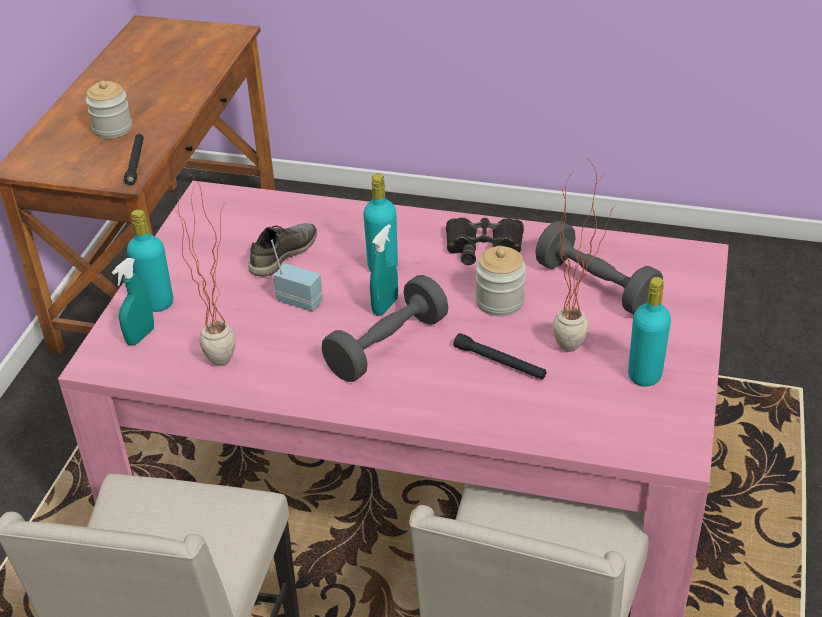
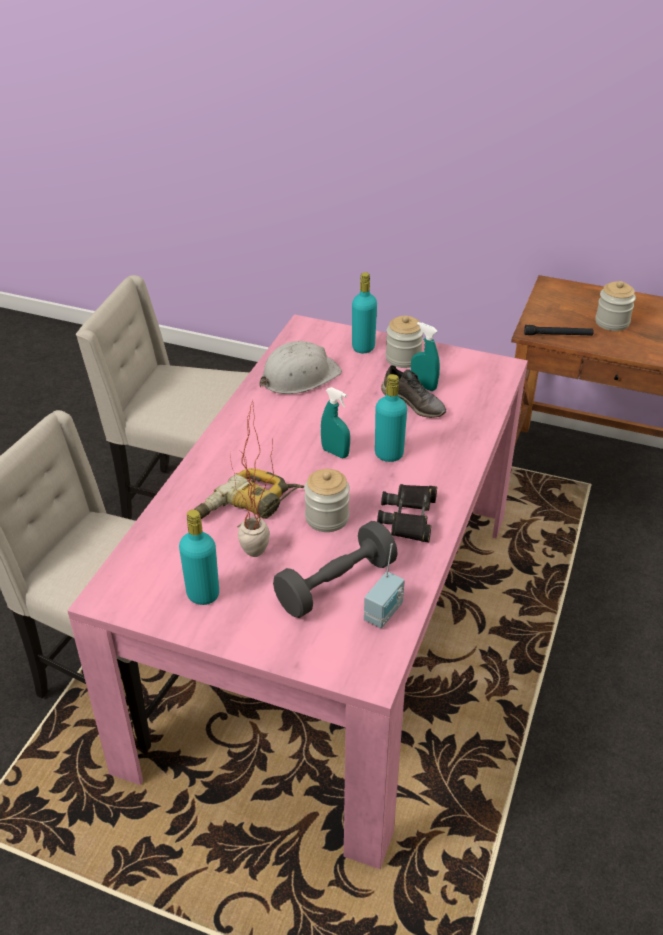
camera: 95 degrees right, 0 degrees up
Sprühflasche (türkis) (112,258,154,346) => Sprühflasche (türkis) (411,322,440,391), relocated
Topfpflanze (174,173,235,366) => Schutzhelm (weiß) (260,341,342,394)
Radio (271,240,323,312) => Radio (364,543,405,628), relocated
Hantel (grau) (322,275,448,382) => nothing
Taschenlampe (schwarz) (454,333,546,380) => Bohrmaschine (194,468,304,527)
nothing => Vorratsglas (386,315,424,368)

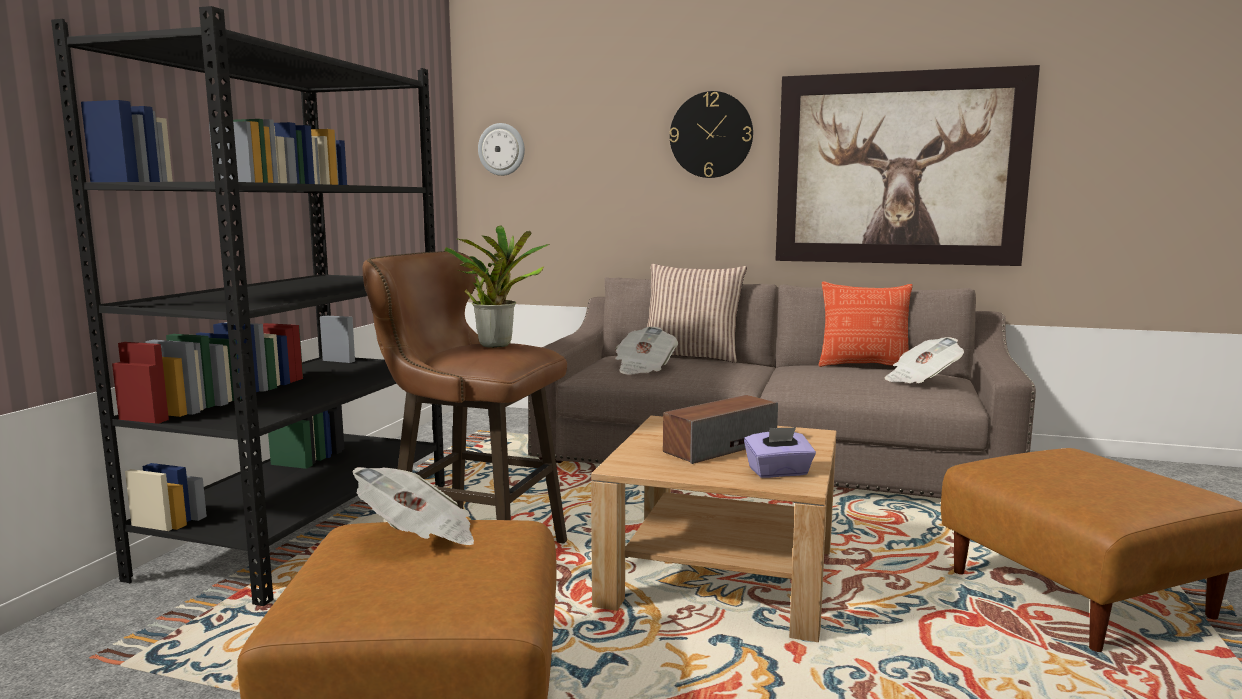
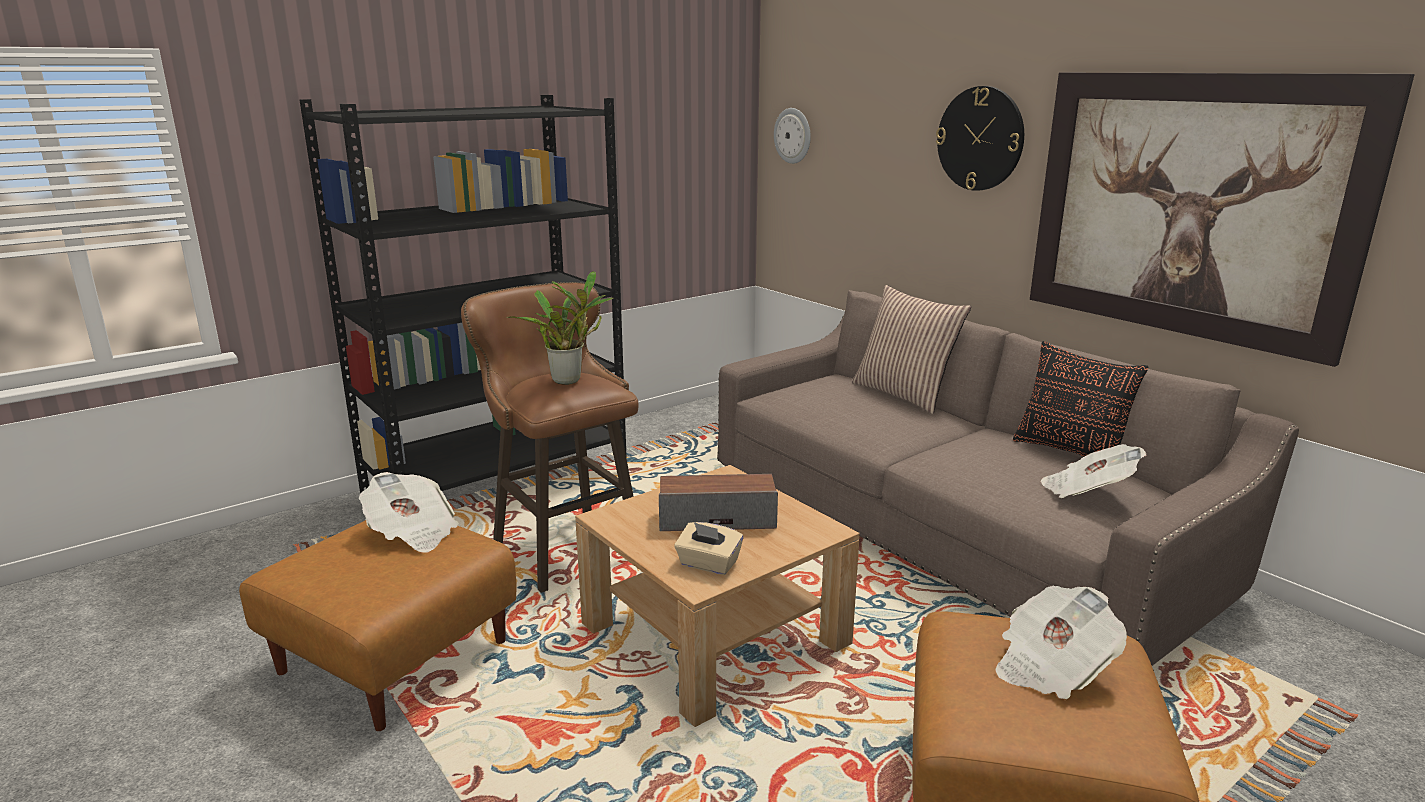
camera: 35 degrees right, 10 degrees up
Zeitung (615,326,678,375) => Zeitung (995,586,1127,699), relocated
Taschentuchbox (lila) (744,427,816,478) => Taschentuchbox (beige) (674,522,743,575)
Kissen (orange) (819,281,913,367) => Kissen (schwarz) (1013,341,1148,457)

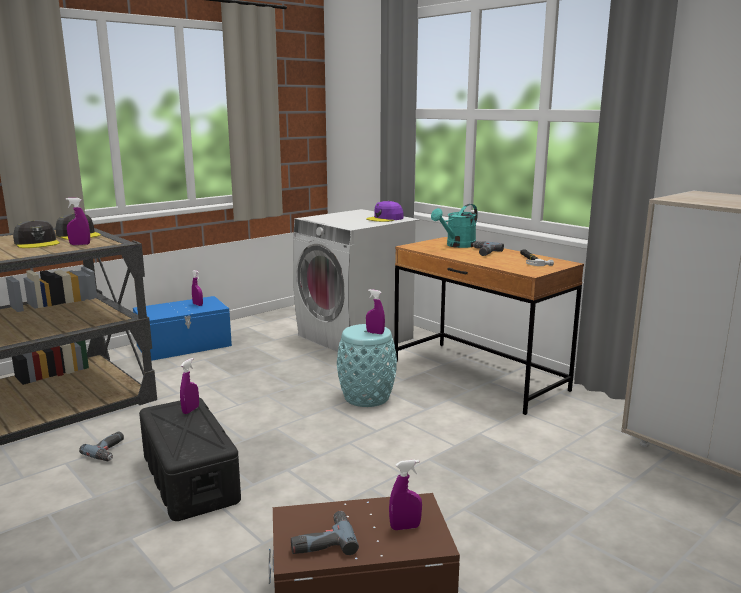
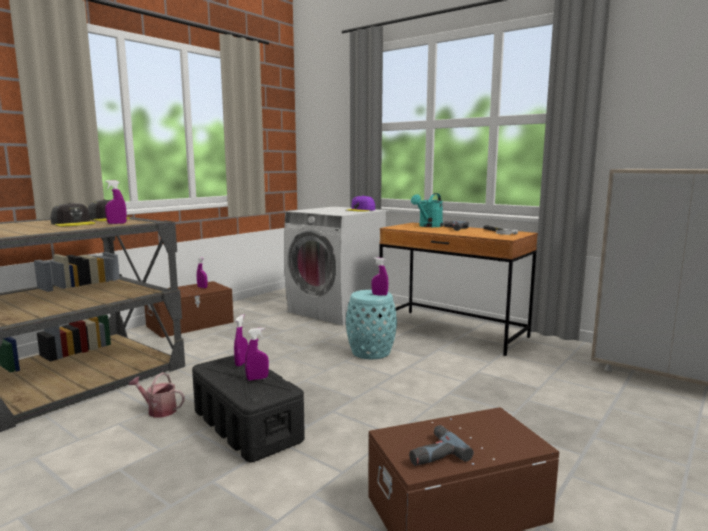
camera: 10 degrees left, 5 degrees down
Bohrmaschine (79,431,124,461) => Gießkanne (129,372,185,417)
Aufbewahrungsbox (blau) (133,296,232,361) => Aufbewahrungsbox (braun) (145,281,234,338)
Sprühflasche (lila) (389,459,422,530) => Sprühflasche (lila) (245,328,269,381), relocated

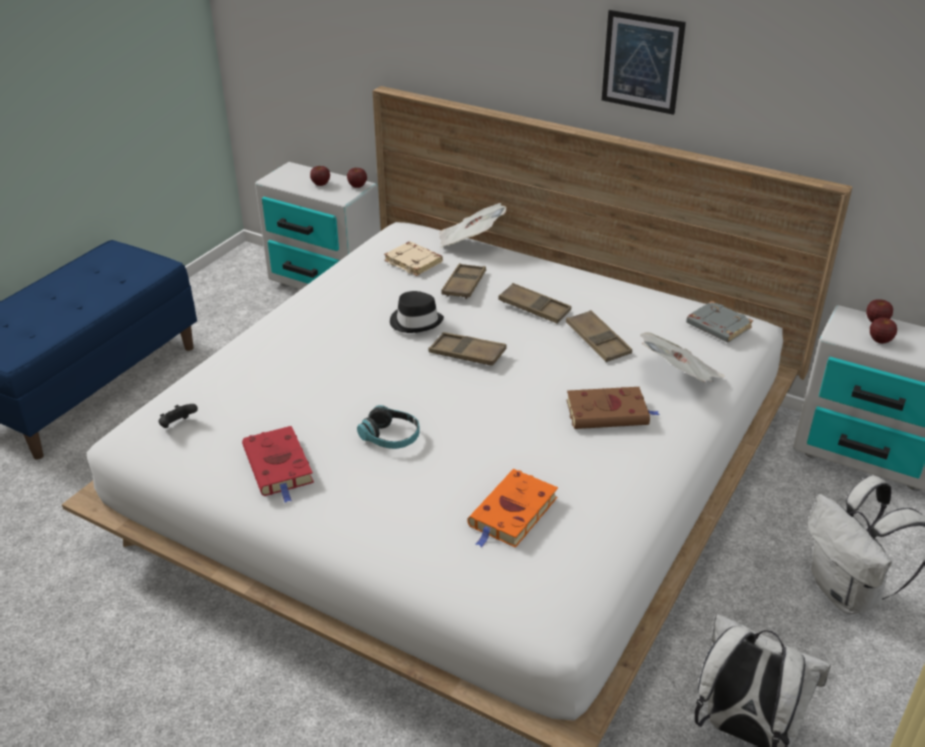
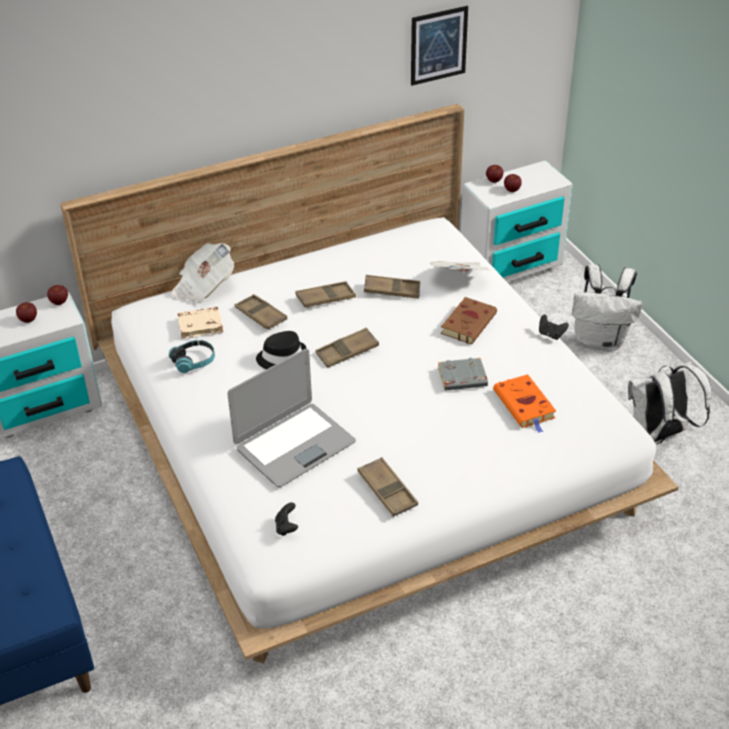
camera: 55 degrees left, 5 degrees up
Buch (rot) (242,426,314,503) => Tablett (braun) (358,457,418,517)
Kopfhörer (357,405,420,449) => Kopfhörer (169,340,215,373), relocated
Bild (602,10,686,115) => Bild (411,6,468,86), relocated
Buch (grau) (686,301,753,343) => Buch (grau) (438,358,488,391), relocated
nothing => Laptop (227,349,356,487)
nothing => Gamepad (schwarz) (539,314,569,340)

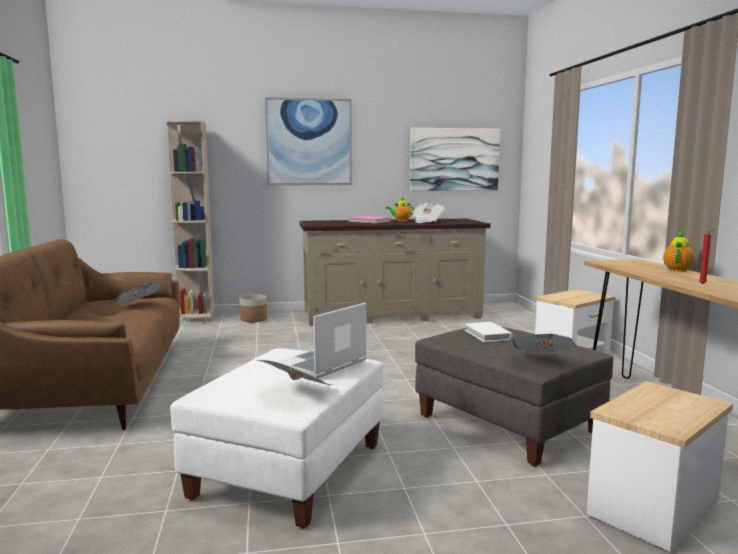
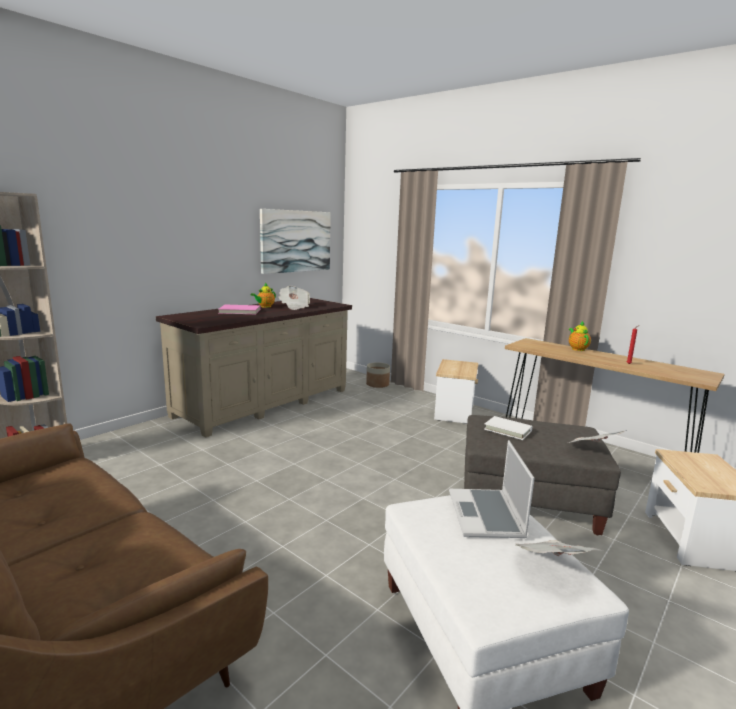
camera: 40 degrees left, 5 degrees up
Zeitung (114,282,161,304) => nothing
Pflanzkübel (239,294,267,322) => Pflanzkübel (366,362,390,388), relocated
Bild (265,97,352,185) => nothing

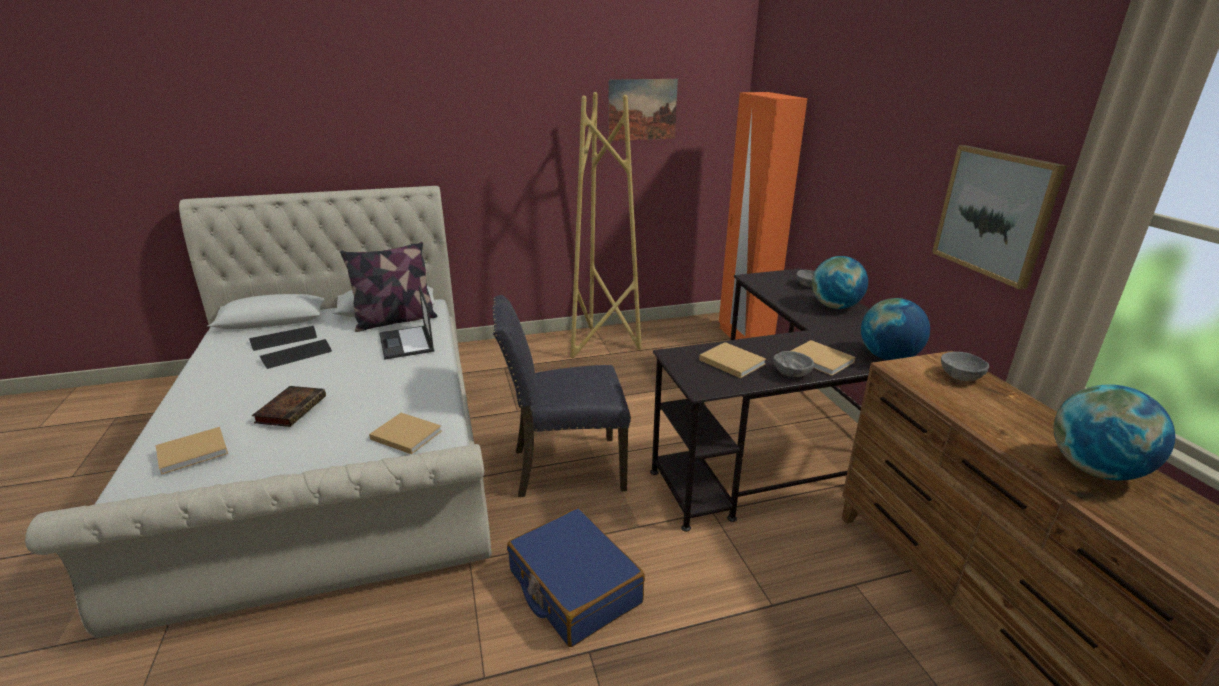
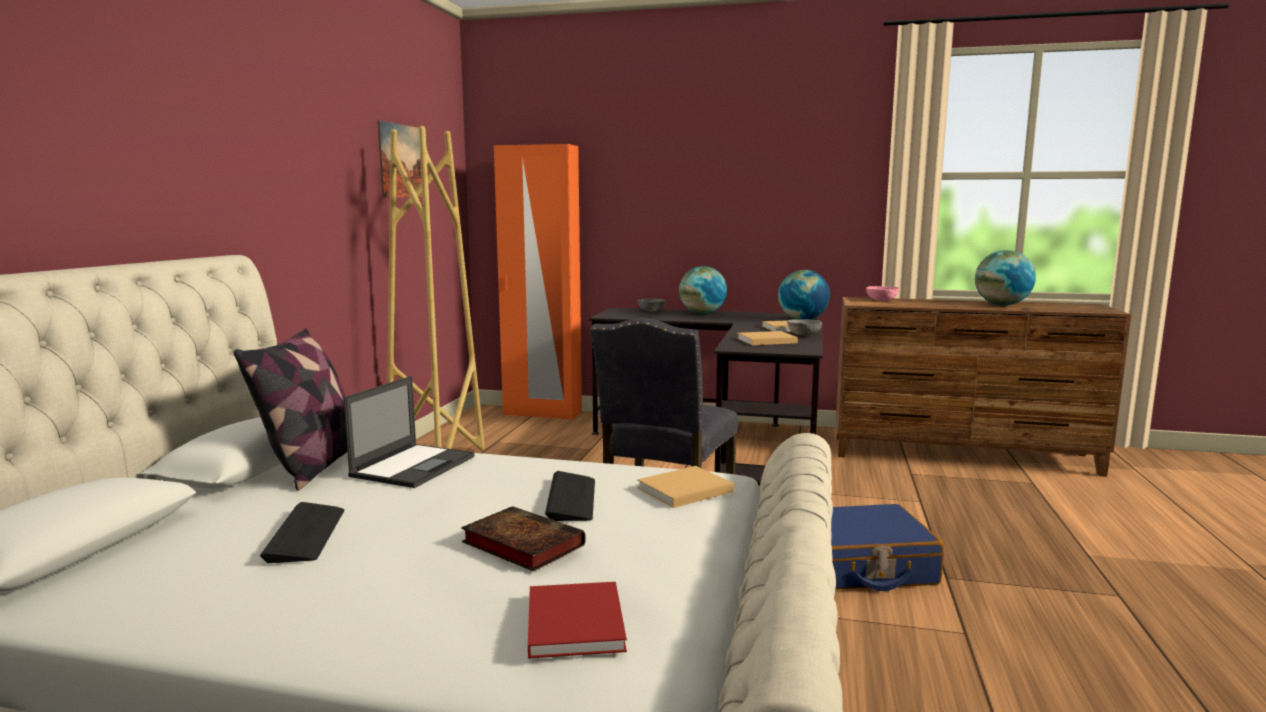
camera: 60 degrees left, 15 degrees down
Buch (beige) (156,427,228,475) => Buch (rot) (528,582,627,659)
Tastatur (249,326,317,351) => Tastatur (545,471,595,521), relocated
Laptop (379,285,434,360) => Laptop (343,376,475,488), 75 degrees counterclockwise
Bild (932,145,1067,289) => nothing
Schüssel (grau) (941,352,989,381) => Schüssel (rosa) (866,286,899,301)

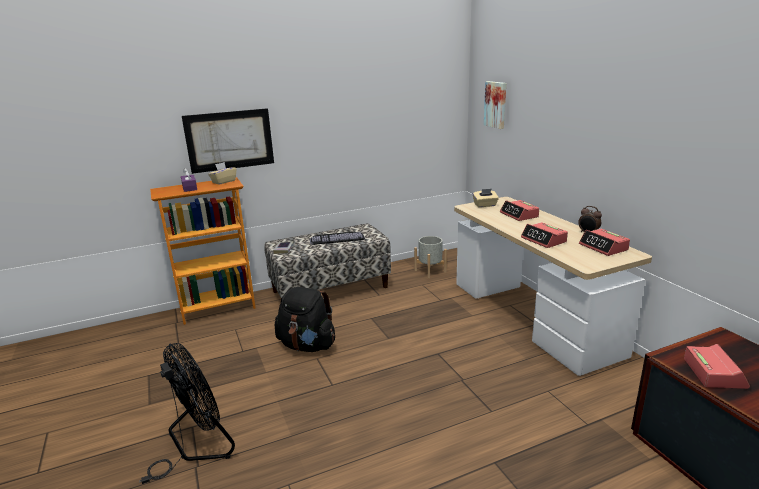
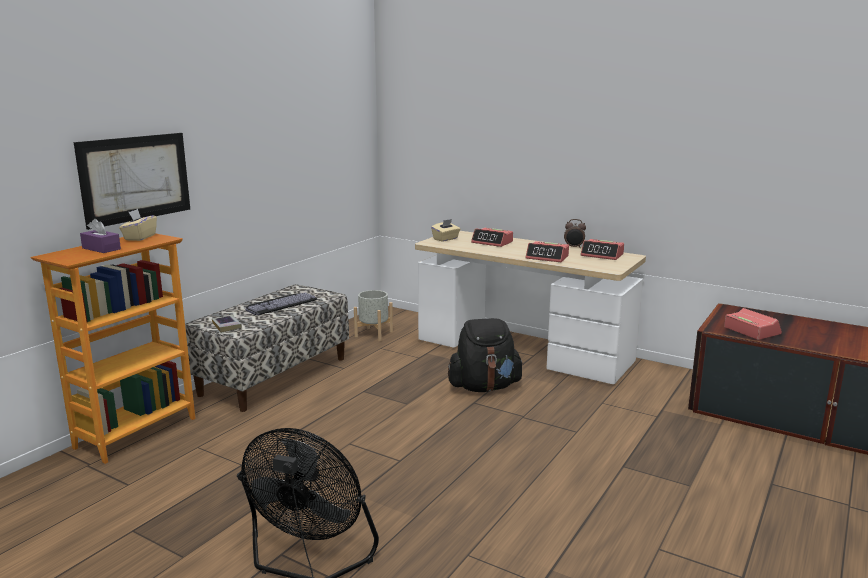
camera: 35 degrees left, 5 degrees down
Rucksack (schwarz) (274,287,335,352) => Rucksack (schwarz) (448,318,523,392), relocated
Bild (484,81,506,129) => nothing

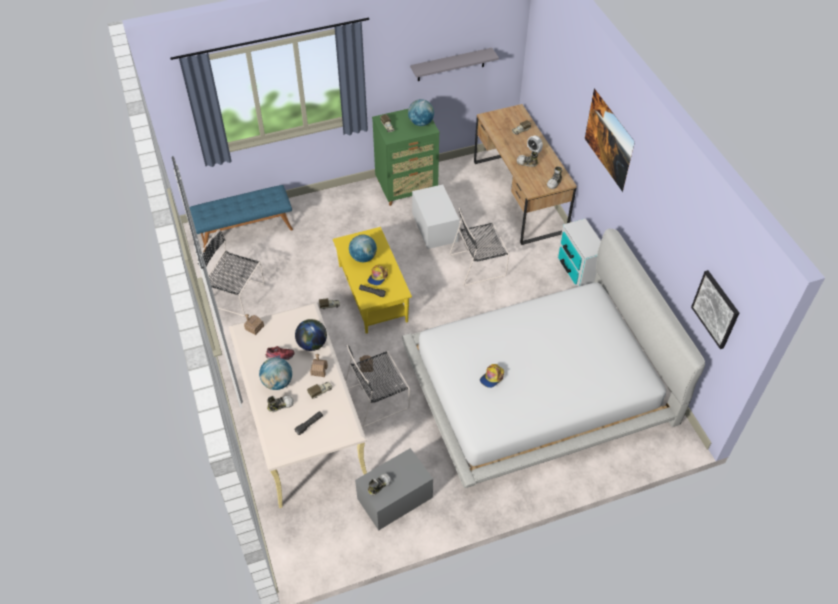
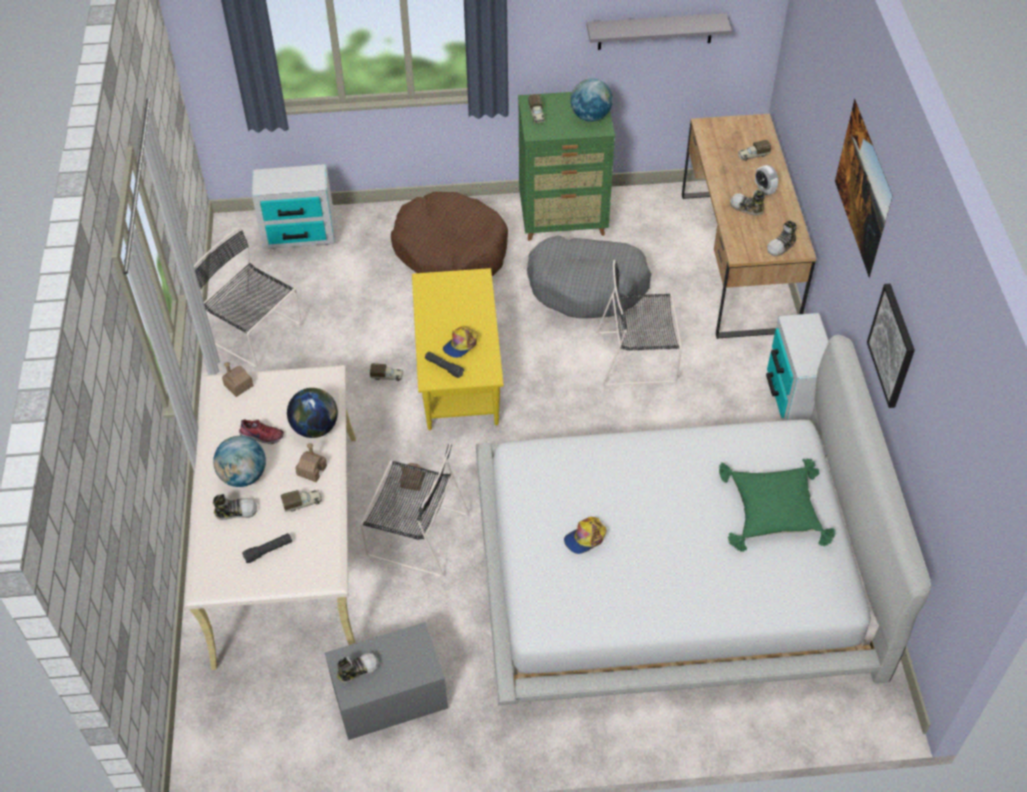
camera: 15 degrees right, 0 degrees up
Bank (blau) (190,185,293,252) => Nachttisch (weiß) (252,164,335,249)
Stuhl (schwarz) (345,345,410,427) => Stuhl (schwarz) (360,443,469,577), 150 degrees counterclockwise
Globus (349,235,377,262) => nothing
Aufbewahrungsbox (weiß) (412,184,460,249) => Hundebett (grau) (527,235,651,318)
Bild (691,270,739,349) => Bild (867,284,915,408), relocated
nothing => Hundebett (braun) (391,192,508,276)
nothing => Kissen (grün) (719,458,836,552)

